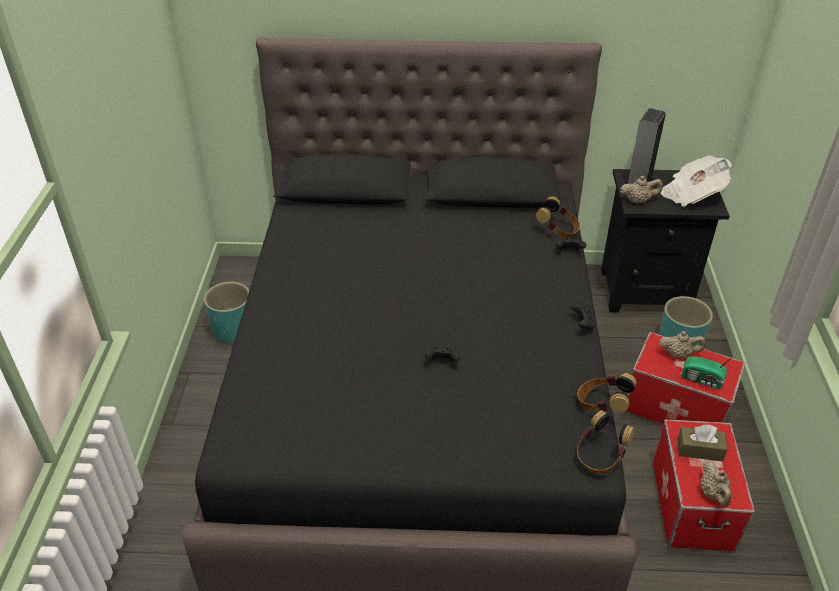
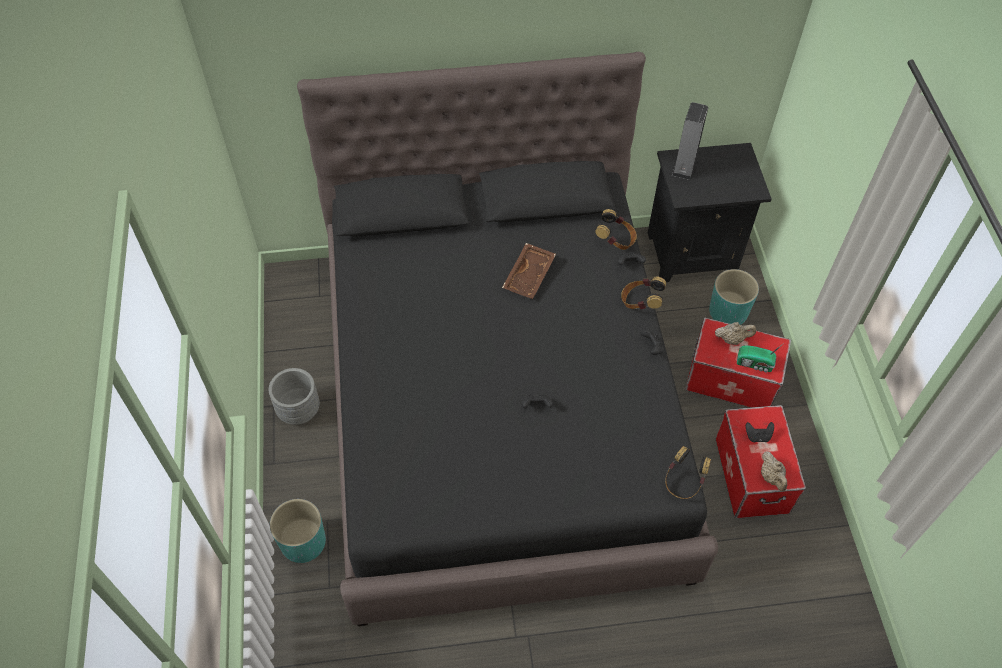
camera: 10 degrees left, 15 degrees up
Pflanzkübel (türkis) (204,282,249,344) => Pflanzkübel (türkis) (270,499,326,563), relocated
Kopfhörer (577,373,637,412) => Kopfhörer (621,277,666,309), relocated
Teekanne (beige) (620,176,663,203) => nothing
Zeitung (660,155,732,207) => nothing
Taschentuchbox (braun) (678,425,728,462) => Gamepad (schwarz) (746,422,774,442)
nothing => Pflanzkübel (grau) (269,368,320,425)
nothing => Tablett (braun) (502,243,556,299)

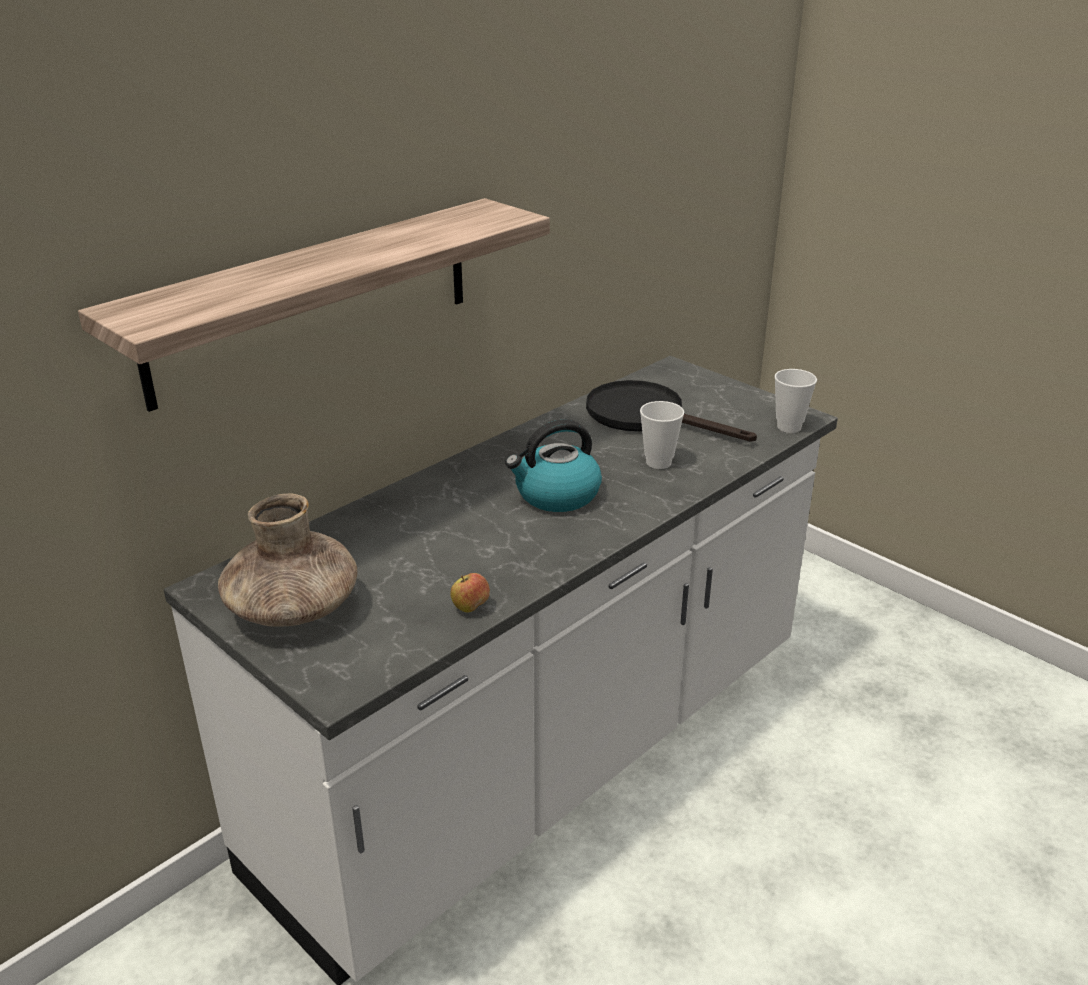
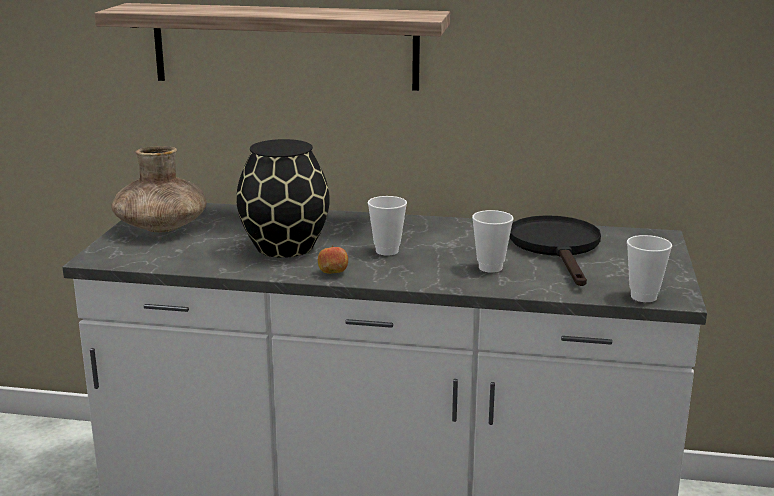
camera: 55 degrees right, 10 degrees down
Apfel (450,573,490,612) => Apfel (318,245,348,274), relocated
Wasserkessel (505,419,602,512) => Tasse (368,196,407,256)
nothing => Vase (schwarz) (236,139,330,258)

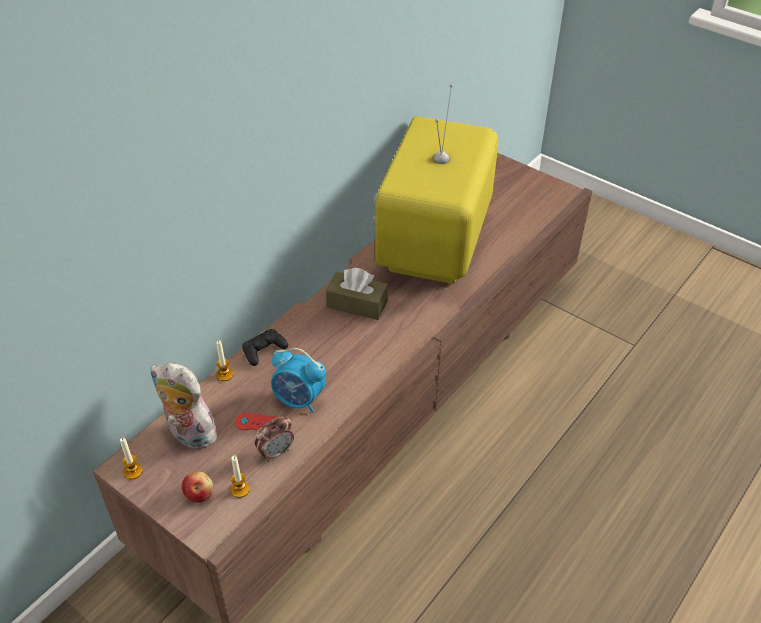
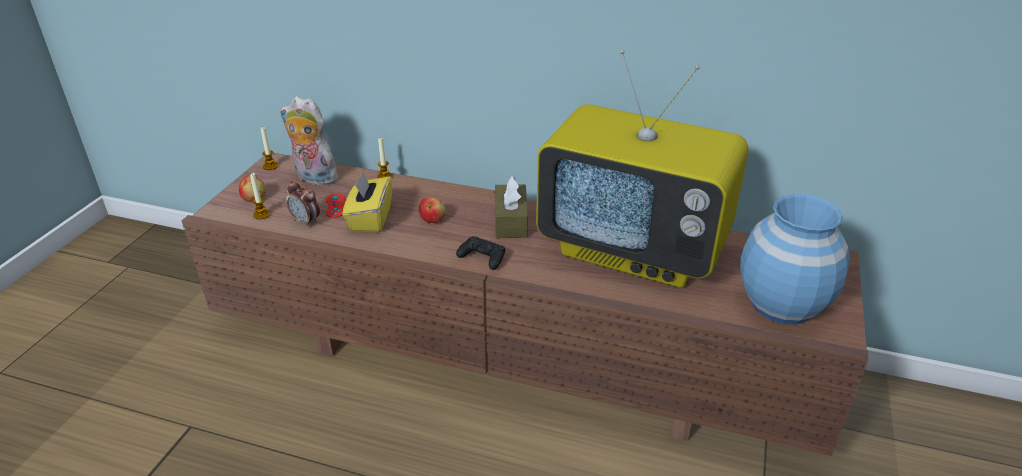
camera: 70 degrees right, 10 degrees down
Plüschtier (150,363,221,451) => Plüschtier (280,96,338,186), 75 degrees counterclockwise
Gamepad (schwarz) (242,329,288,366) => Gamepad (schwarz) (456,236,505,270), relocated
Wecker (271,348,326,412) => Taschentuchbox (gelb) (343,172,392,232)
Fernseher (373,84,499,284) => Fernseher (536,50,749,288), 150 degrees counterclockwise
nothing => Apfel (419,197,445,223)
nothing => Vase (blau) (740,194,850,325)

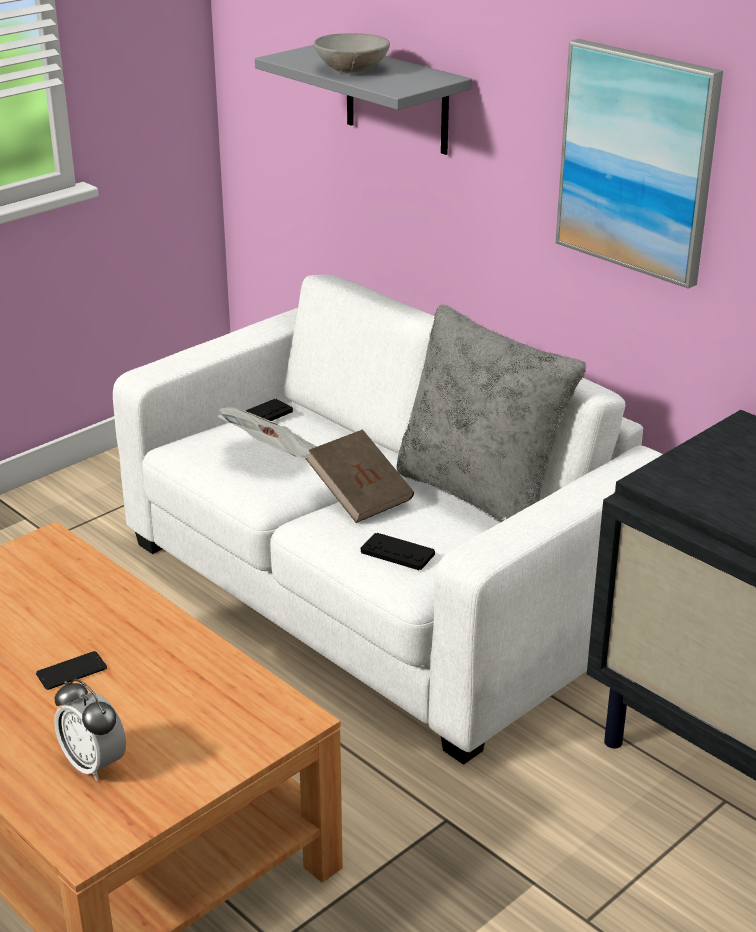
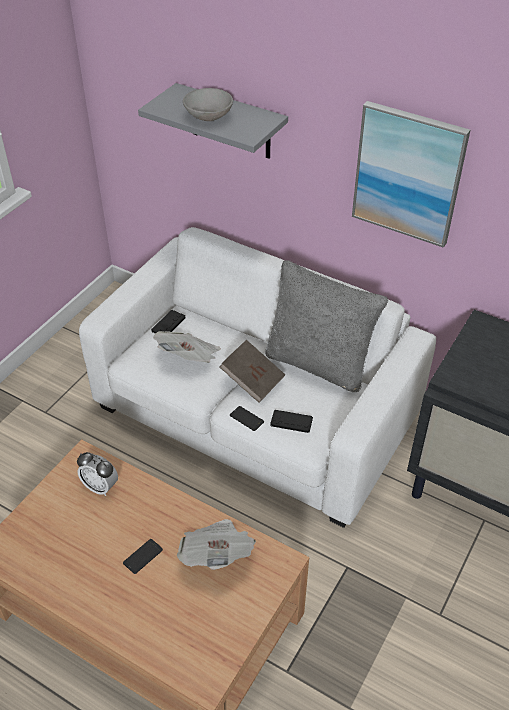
camera: 15 degrees left, 15 degrees up
Wecker (54,678,126,781) => Wecker (77,452,118,496), relocated
nothing => Zeitung (177,519,256,570)
nothing => Handy (230,406,264,431)

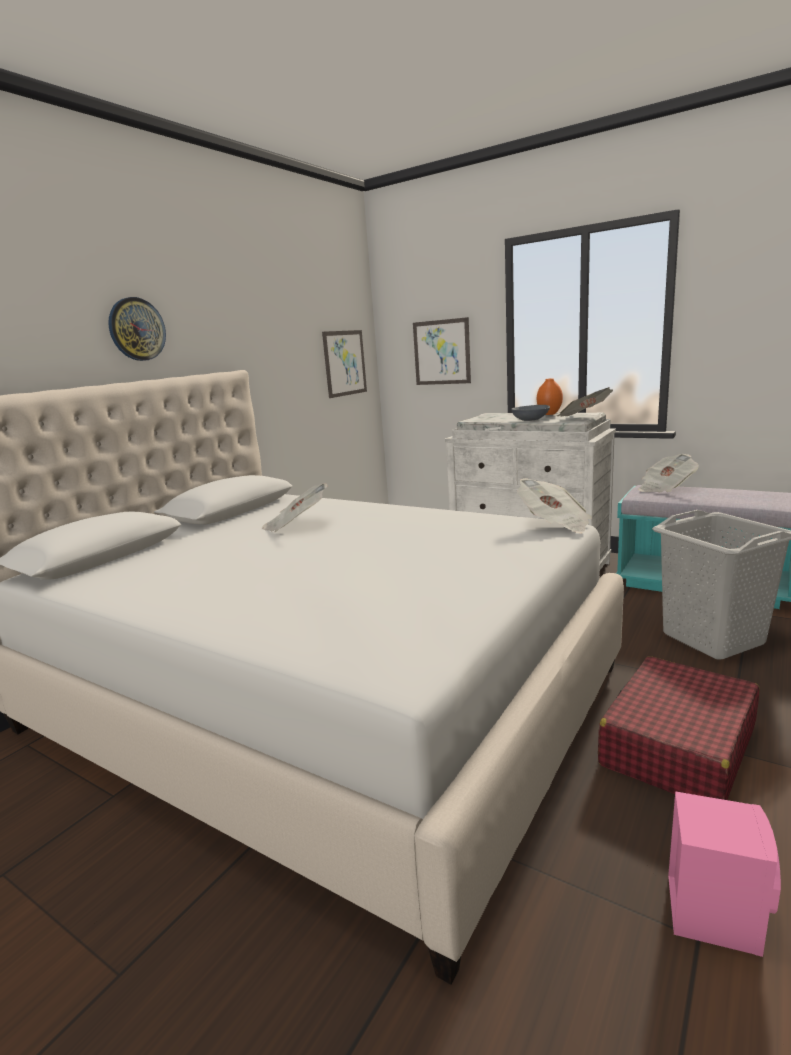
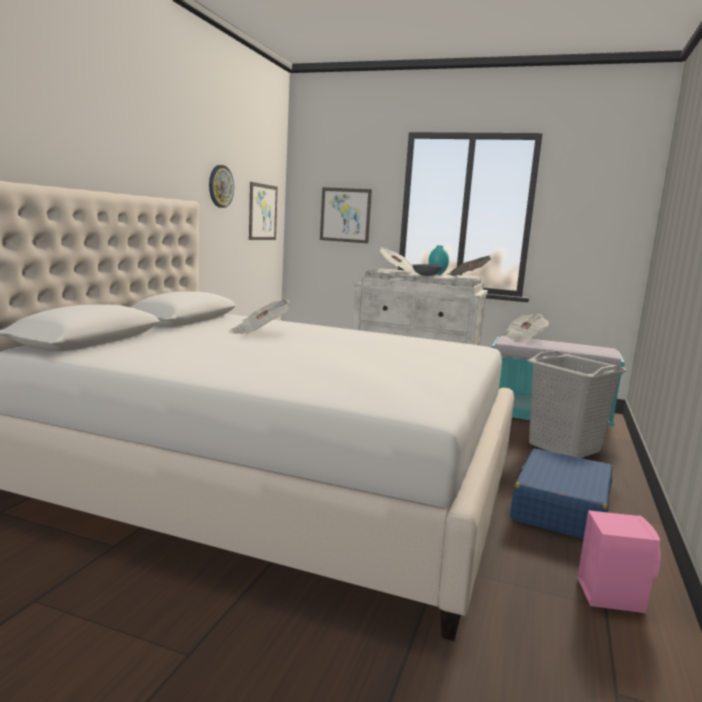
camera: 15 degrees left, 5 degrees down
Wanduhr (108,297,166,361) => Wanduhr (209,165,234,208), relocated
Zeitung (517,478,592,533) => Zeitung (380,247,415,274), relocated
Vase (orange) (537,378,563,415) => Vase (türkis) (428,245,449,274)
Koffer (rot) (598,656,760,800) => Koffer (blau) (510,449,613,539)

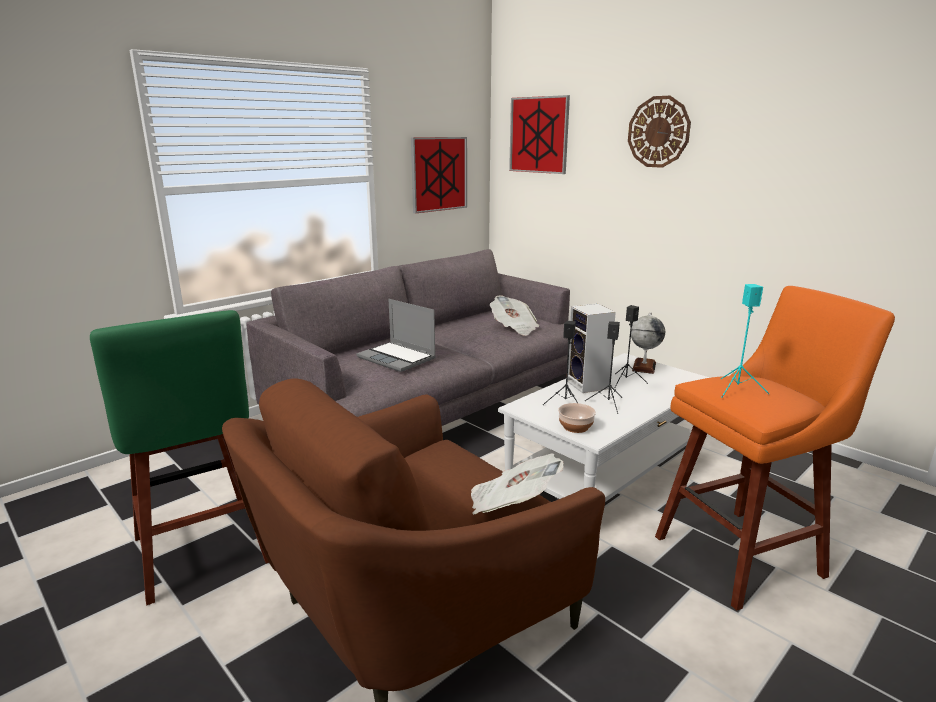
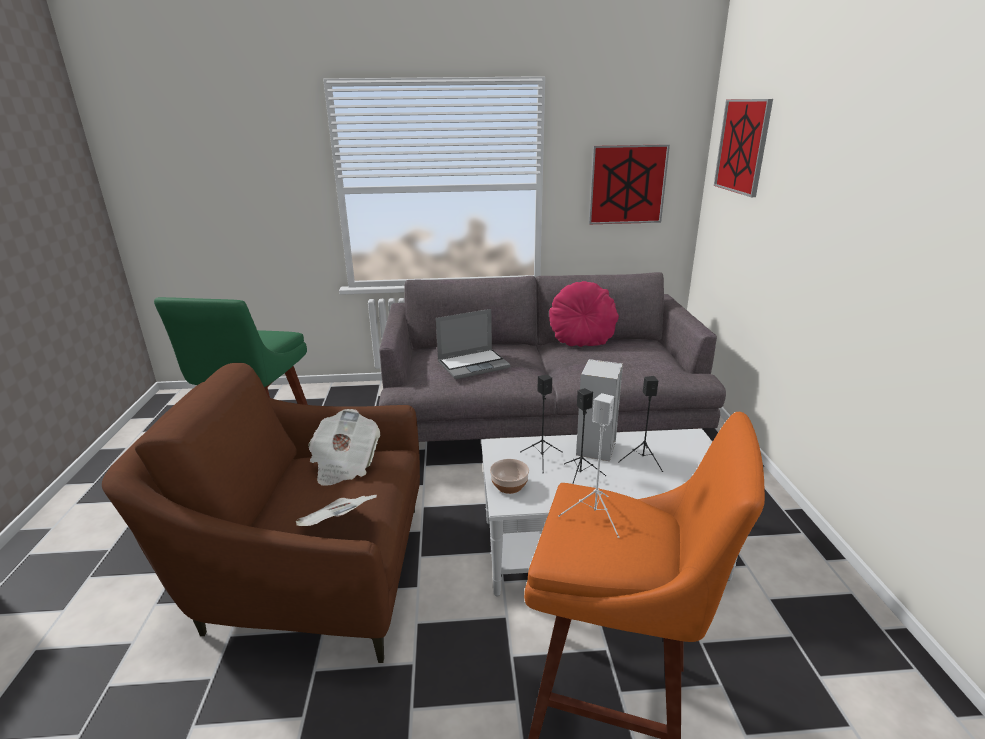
camera: 40 degrees right, 5 degrees up
Laptop (357,299,436,372) => Laptop (436,309,511,379), 105 degrees counterclockwise
Zeitung (490,295,539,336) => Zeitung (308,409,380,486), relocated
Wanduhr (628,96,691,168) => nothing
Globus (631,312,665,374) => nothing
Lautsprecher (türkis) (721,284,770,398) => Lautsprecher (weiß) (558,393,620,538)
nothing => Kissen (rosa) (549,281,619,347)

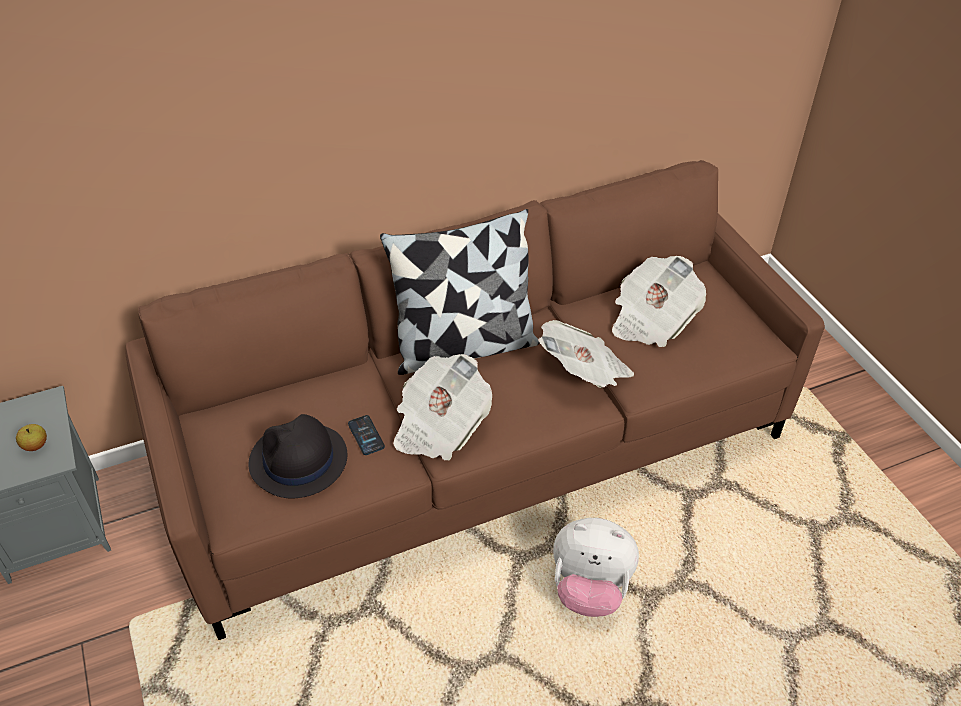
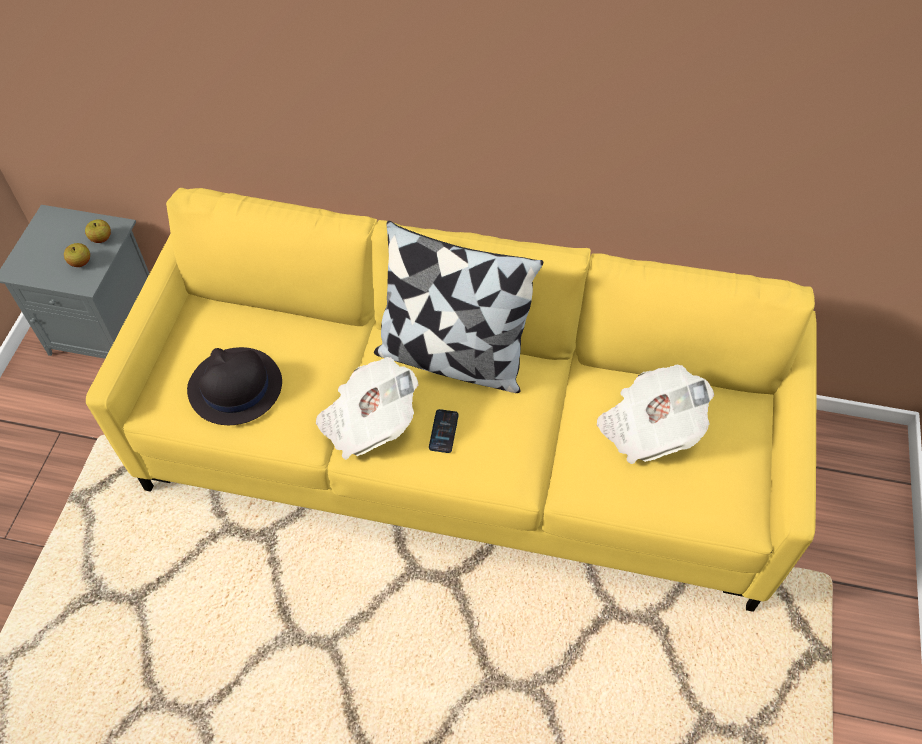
camera: 35 degrees right, 10 degrees up
Sofa (braun) (125,160,825,640) => Sofa (gelb) (86,188,817,612)
Handy (348,415,385,455) => Handy (429,409,458,453), relocated
Zeitung (538,320,634,388) => nothing
Plüschtier (553,518,639,617) => nothing
nothing => Apfel (85,219,111,243)

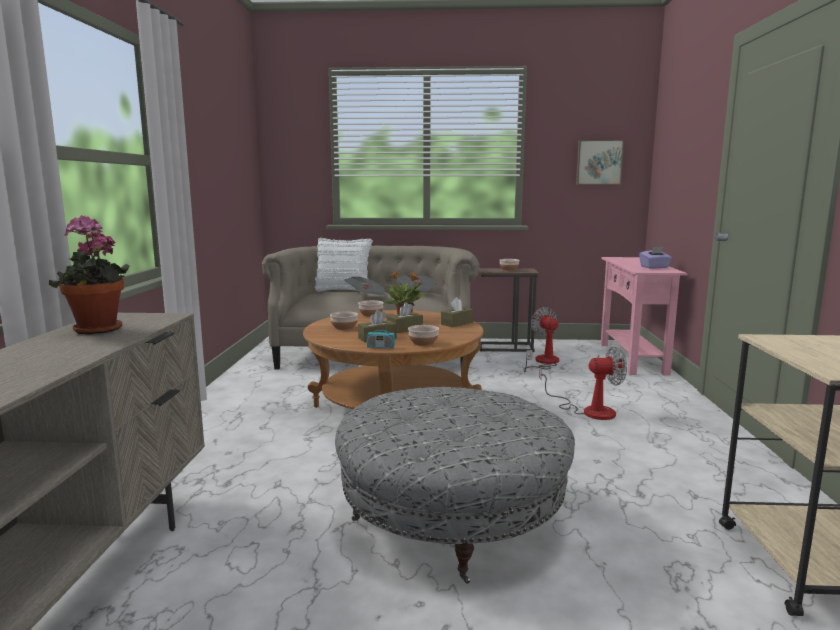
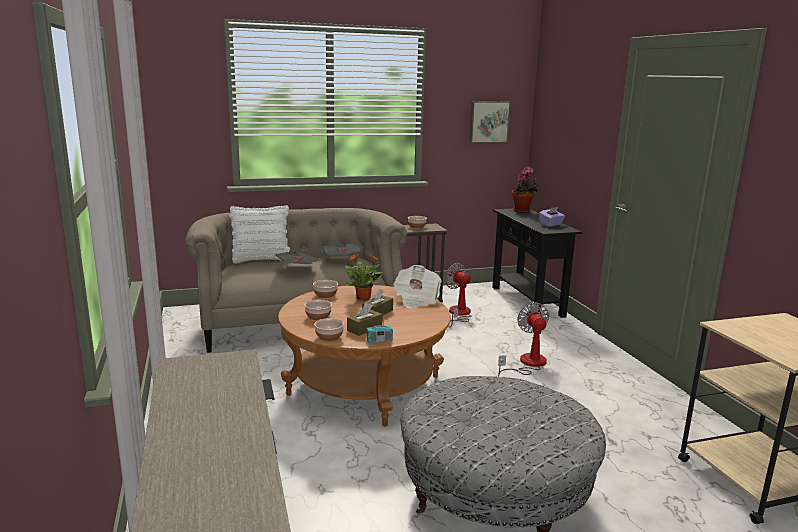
camera: 20 degrees left, 5 degrees up
Topfpflanze (49,215,130,335) => Topfpflanze (512,166,538,213), relocated
Schüssel (408,325,439,346) => Schüssel (314,318,344,341), relocated
Taschentuchbox (braun) (441,297,474,327) => Zeitung (393,265,441,308)
Ventilator (539,347,627,420) => Ventilator (498,303,549,376), 75 degrees counterclockwise
Konsolentisch (rosa) (601,257,687,376) => Konsolentisch (schwarz) (492,208,582,318)

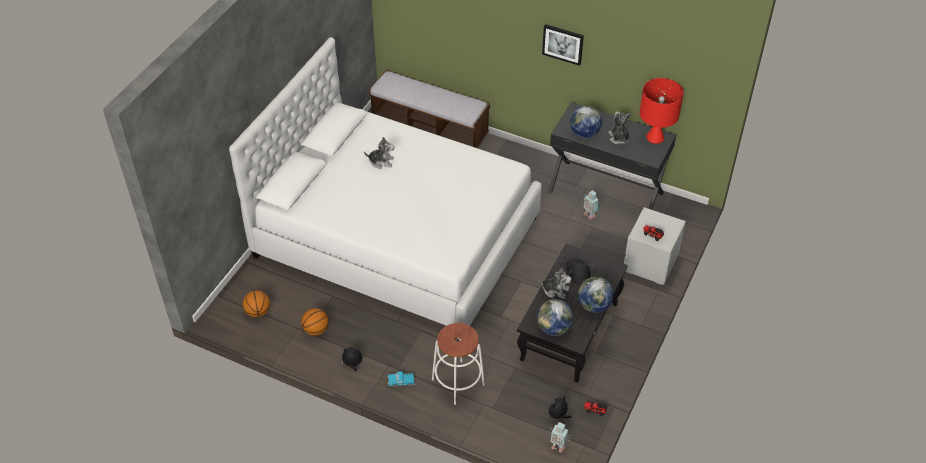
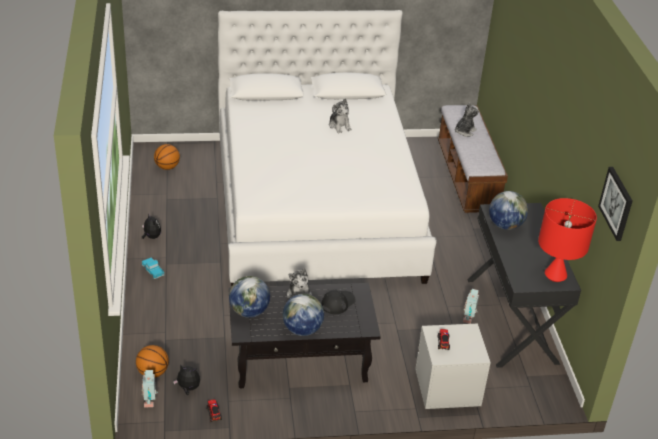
camera: 55 degrees right, 10 degrees down
Basketball (301,308,329,336) => Basketball (136,345,169,378), relocated
Hocker (weiß) (432,323,485,405) => nothing
Bild (542,24,584,66) => Bild (598,167,632,241), relocated
Plüschtier (608,111,630,144) => Plüschtier (455,102,479,137), relocated

